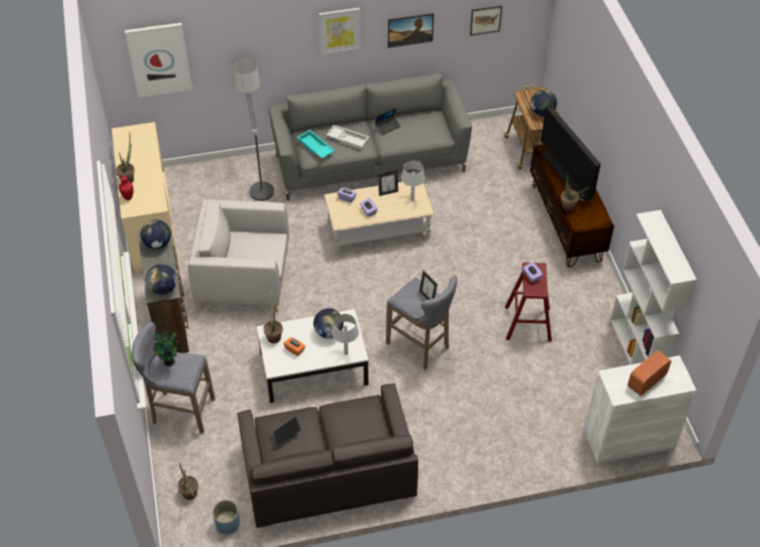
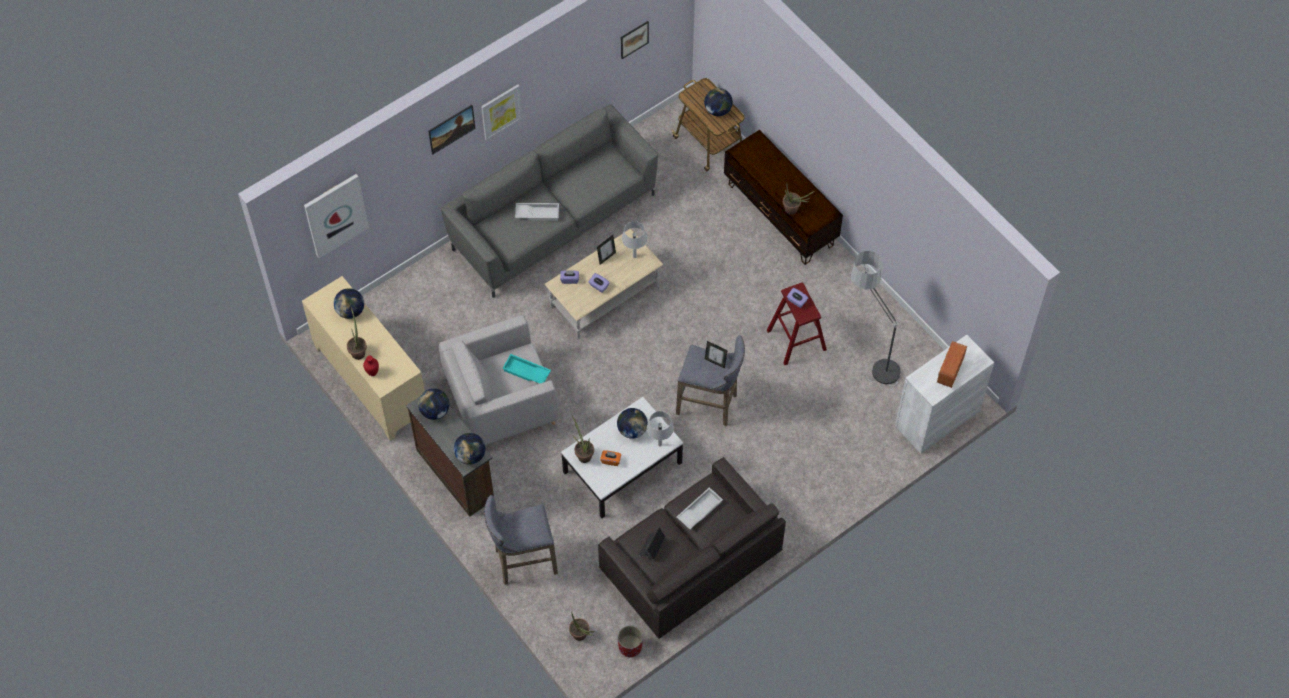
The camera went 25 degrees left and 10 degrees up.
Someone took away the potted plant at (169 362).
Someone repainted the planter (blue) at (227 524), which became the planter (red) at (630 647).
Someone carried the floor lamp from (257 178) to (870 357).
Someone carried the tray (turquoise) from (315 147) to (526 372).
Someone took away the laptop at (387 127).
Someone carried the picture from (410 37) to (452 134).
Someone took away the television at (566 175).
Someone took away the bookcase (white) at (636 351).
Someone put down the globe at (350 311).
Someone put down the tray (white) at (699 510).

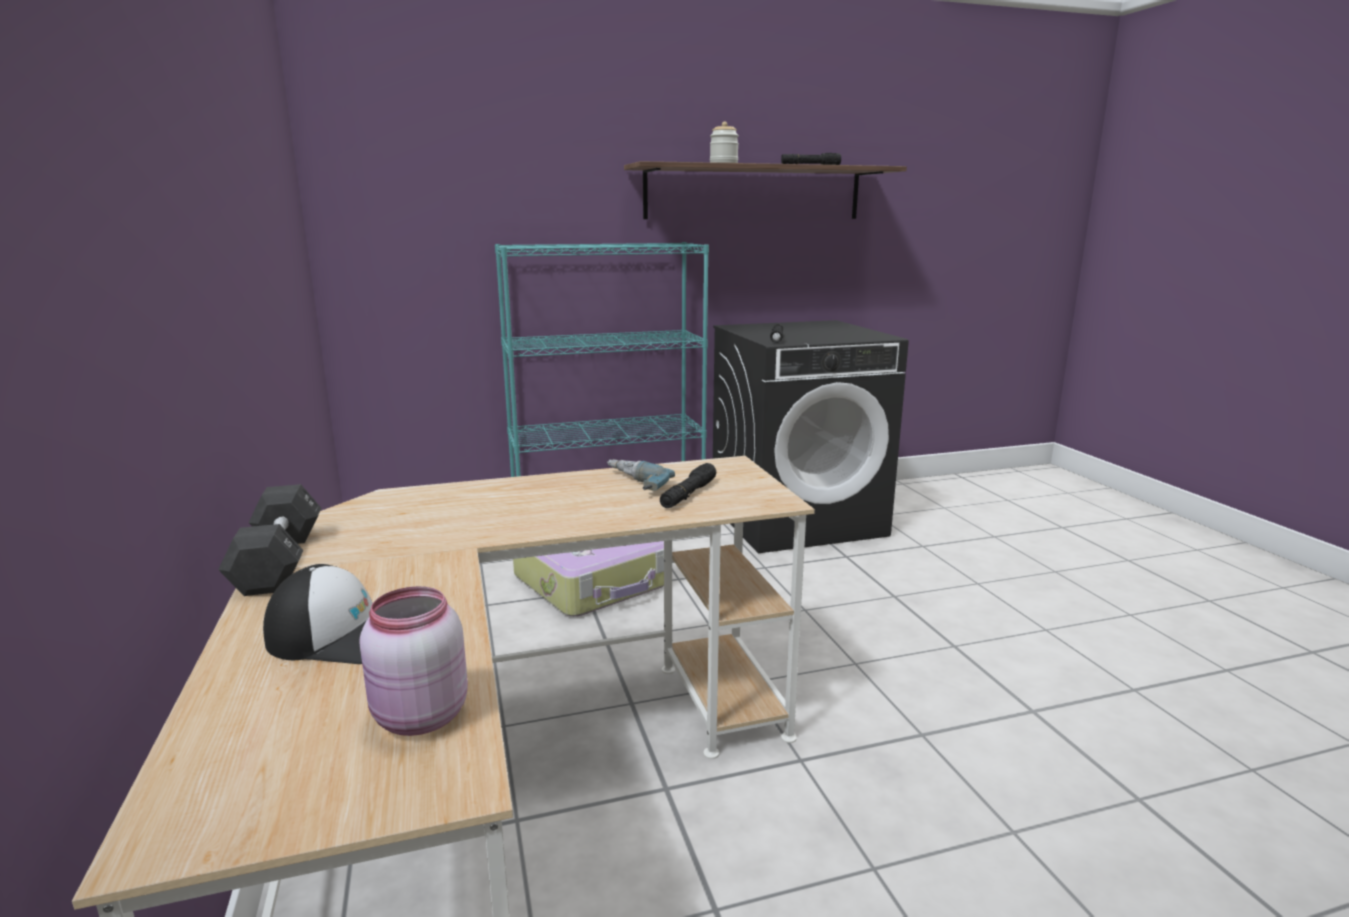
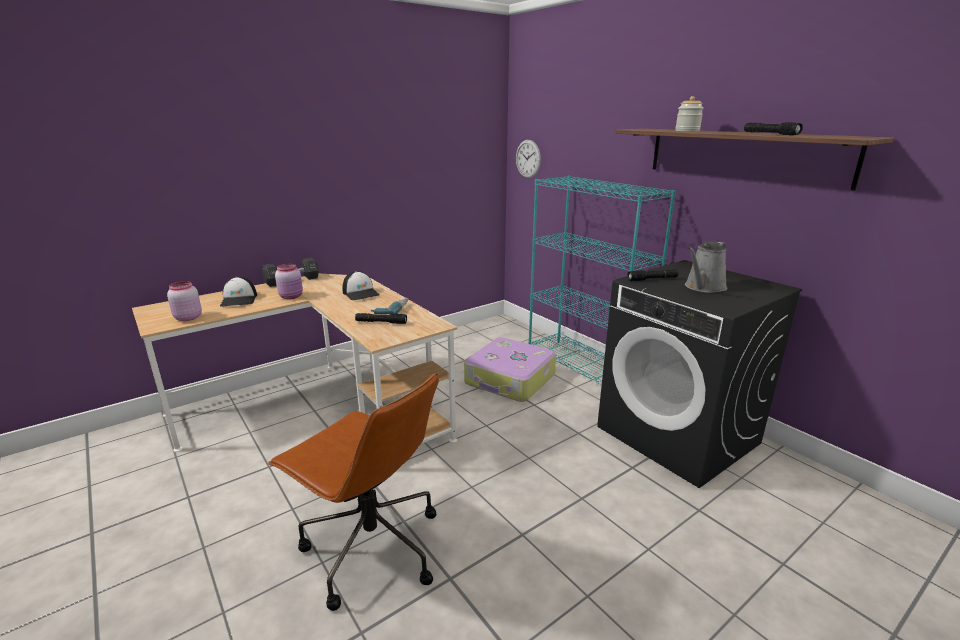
The camera went 70 degrees right and 5 degrees up.
Someone put down the office chair (brown) at (370 548).
Someone put down the jar (pink) at (292 296).
Someone put down the cap at (361 293).
Someone put up the wall clock at (528 159).
Someone put down the watering can (grey) at (703 287).

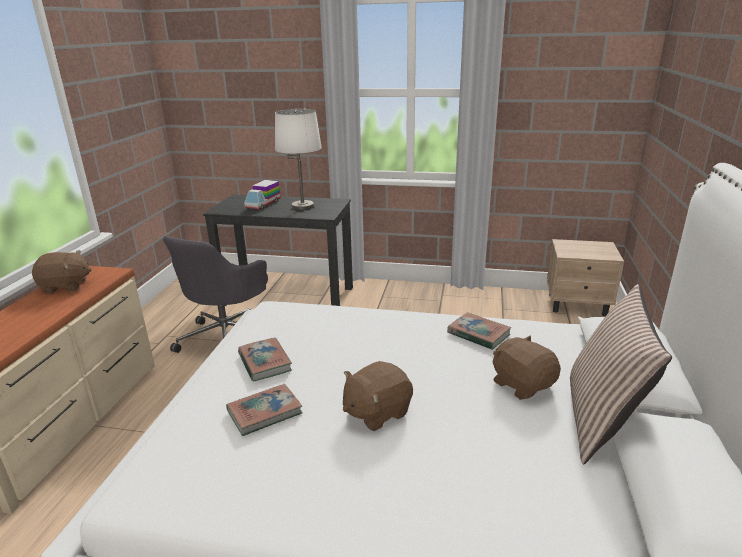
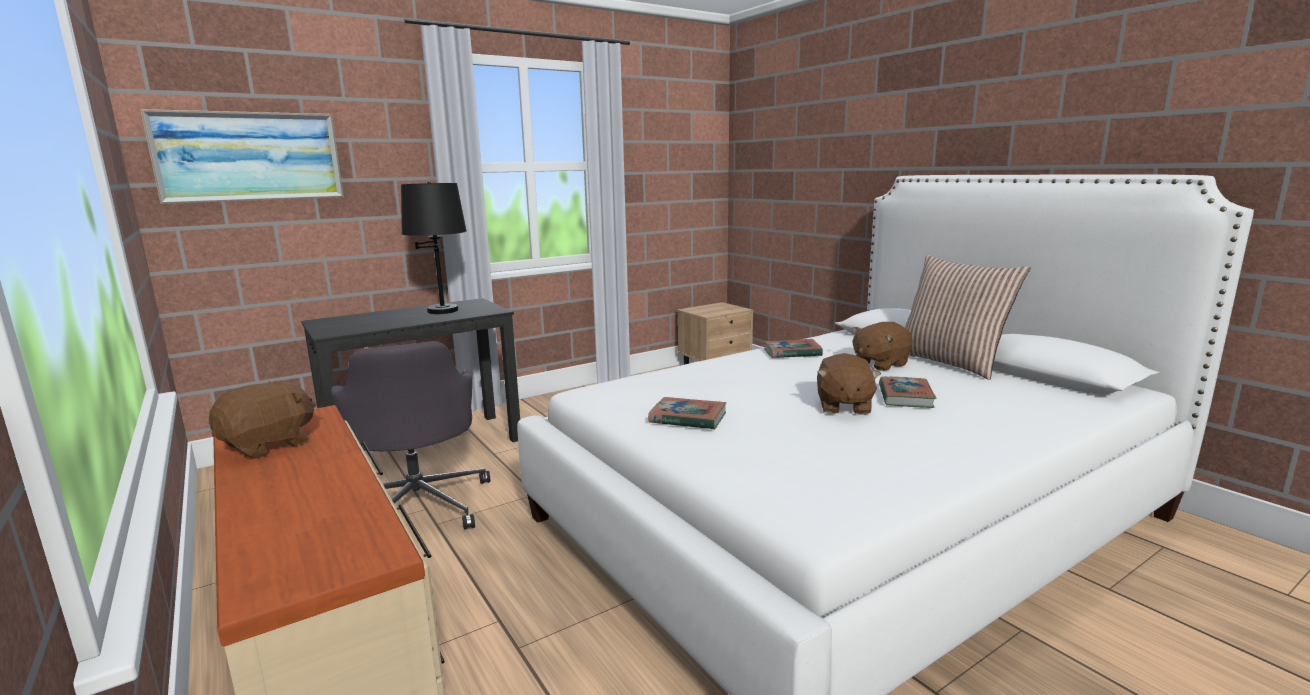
The camera went 45 degrees left and 10 degrees down.
Someone carried the book from (265 412) to (905 396).
Someone took away the toy truck at (263 204).
Someone repainted the table lamp (white) at (303 206), which became the table lamp (black) at (443 310).
Someone rotated the plush toy (brown) at (522 384) by 45 degrees counterclockwise.
Someone put up the picture at (249 157).

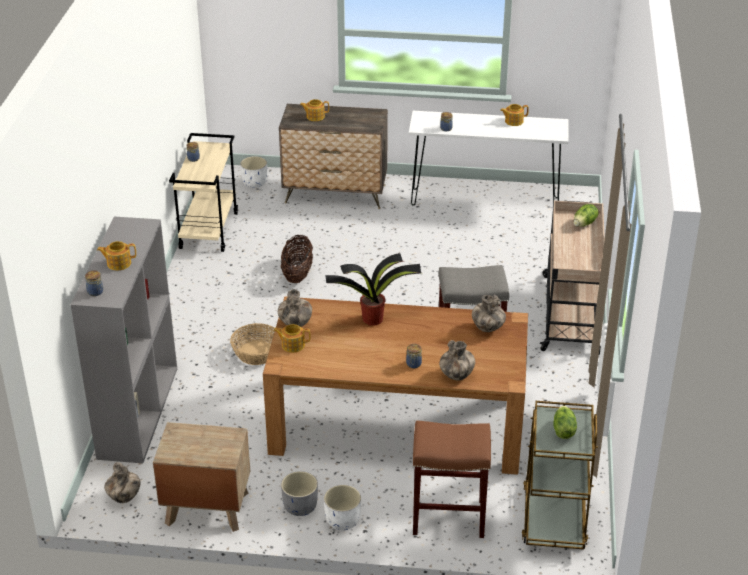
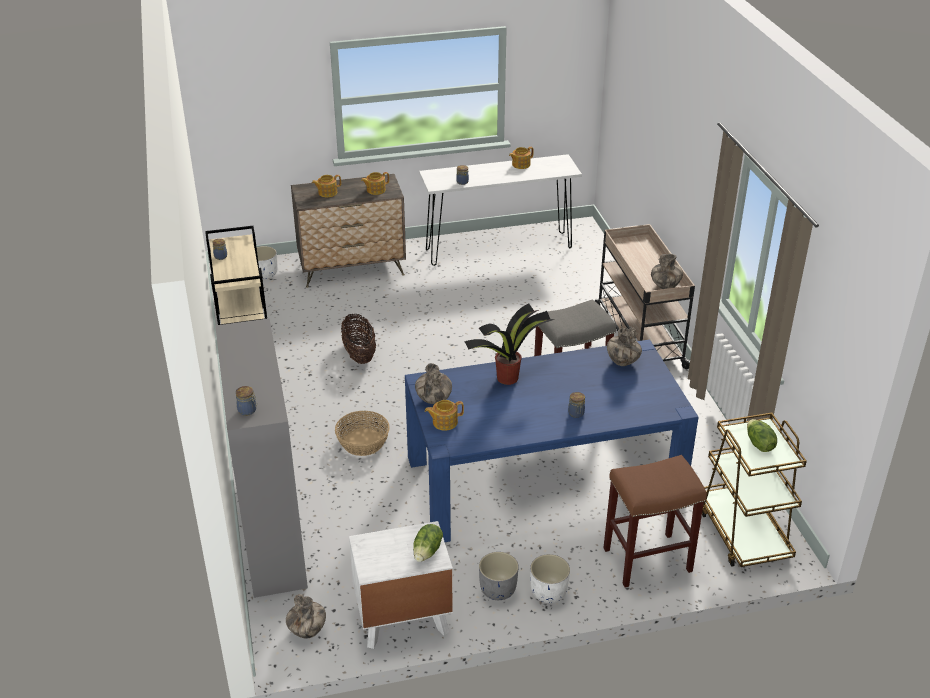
The camera went 20 degrees left and 0 degrees up.
Someone carried the teapot from (118 263) to (375 190).
Someone repainted the nightstand (brown) at (206 508), which became the nightstand (white) at (402 618).
Someone repainted the dining table (brown) at (398 422), which became the dining table (blue) at (543 478).
Someone carried the vase from (457 375) to (665 286).
Someone carried the lettuce from (585 223) to (428 551).

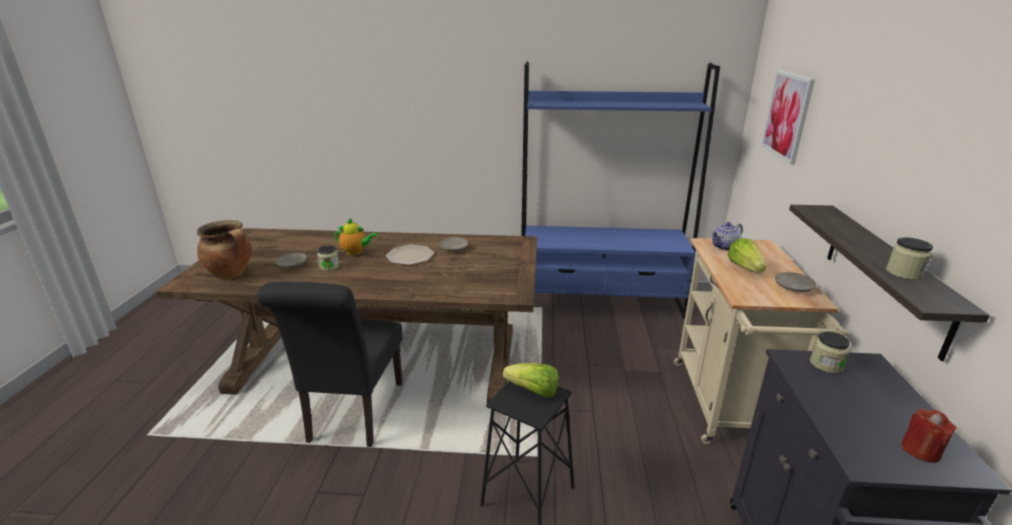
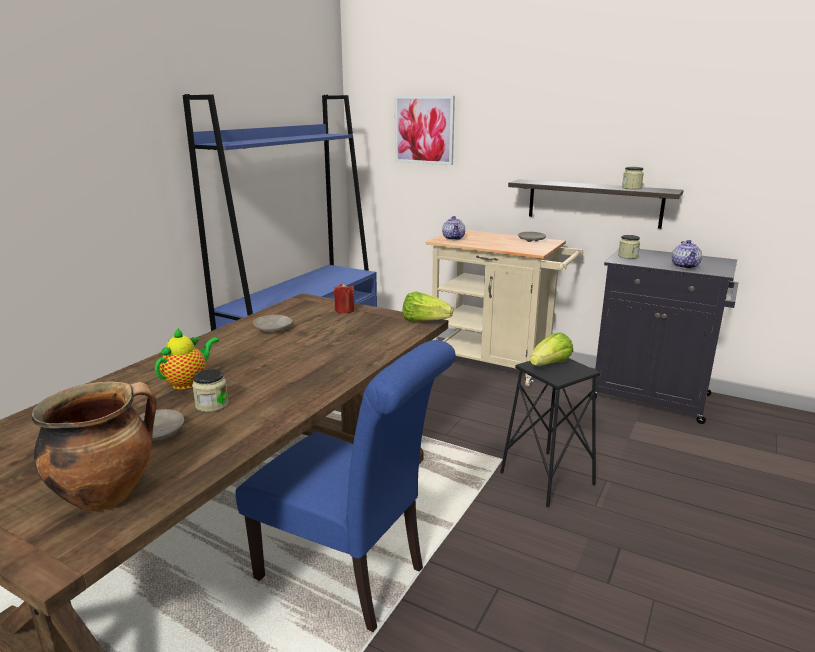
The camera went 65 degrees left and 5 degrees down.
Someone repainted the chair (black) at (353 416), which became the chair (blue) at (350 576).
Someone took away the plate at (409 256).
Someone carried the lettuce from (745 268) to (424 321).
Someone carried the candle (red) from (920 450) to (344 310).
Someone put down the teapot at (685 266).

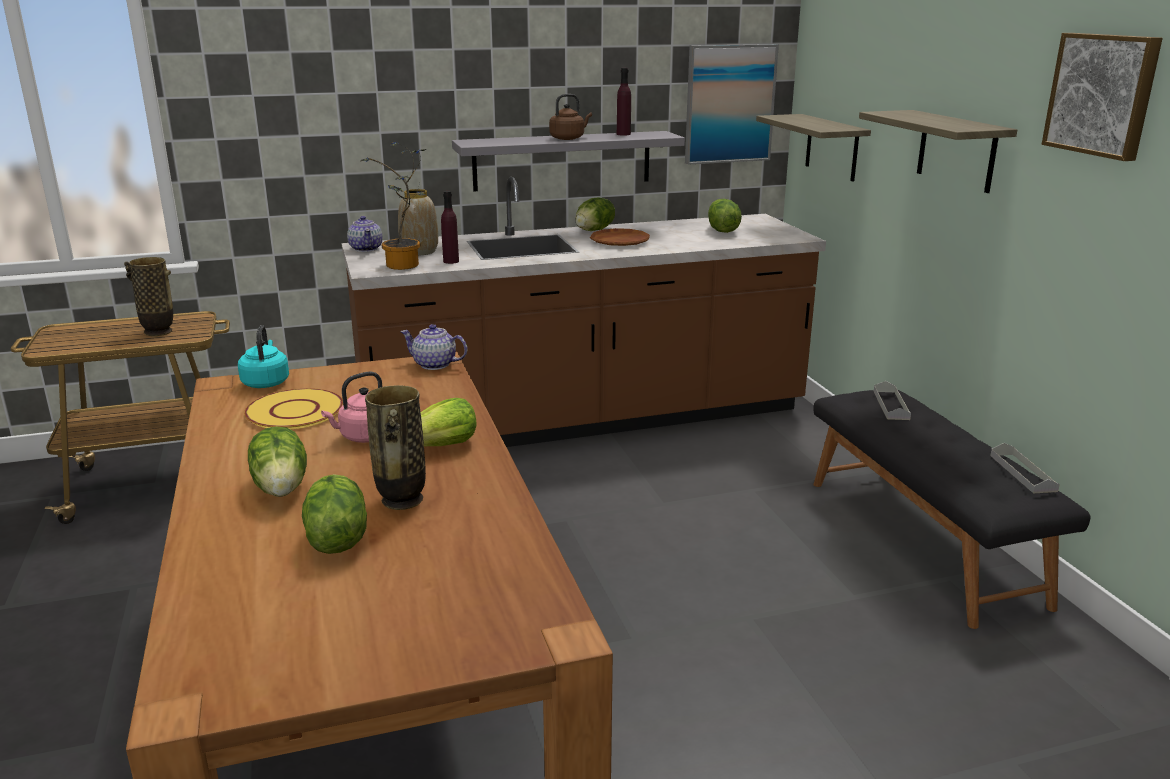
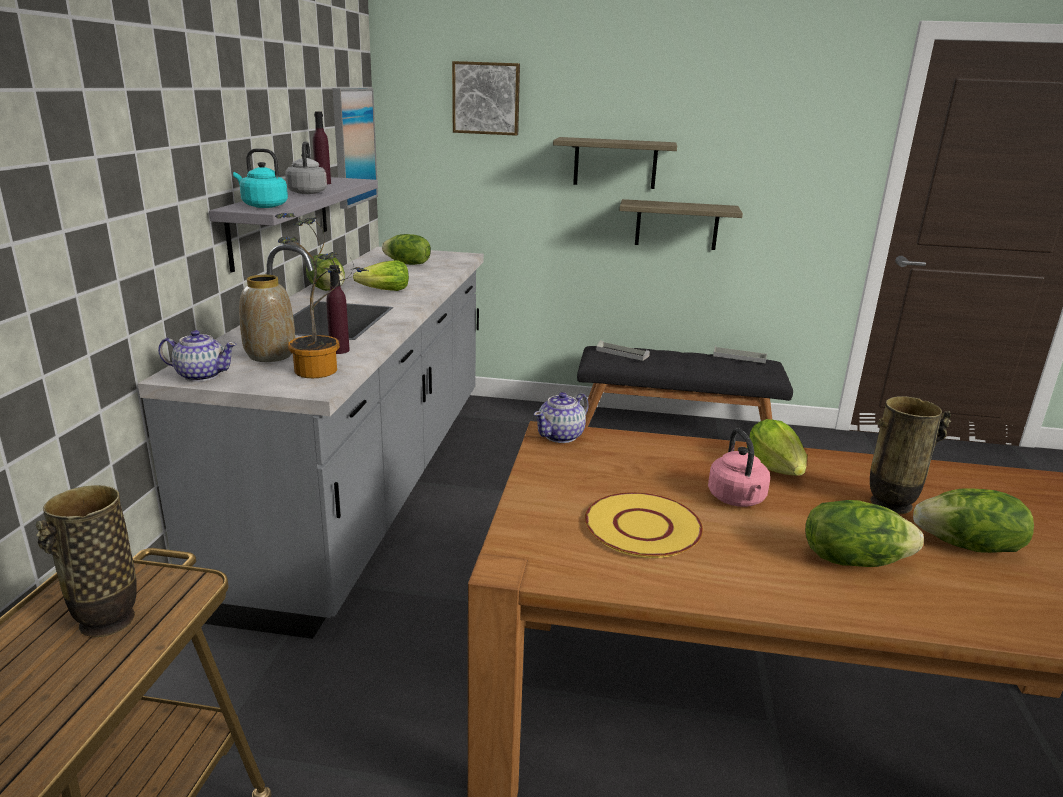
The camera went 65 degrees left and 0 degrees up.
Someone carried the kettle (turquoise) from (266 382) to (262 206).
Someone repainted the counter (brown) at (584 420), which became the counter (grey) at (371 484).
Someone repainted the kettle (brown) at (568 138), which became the kettle (grey) at (307 192).
Someone swapped the plate (brown) at (619 242) for the lettuce at (384 291).
Someone carried the shelf from (832 147) to (676 225).
Someone carried the picture from (1103 94) to (486 98).

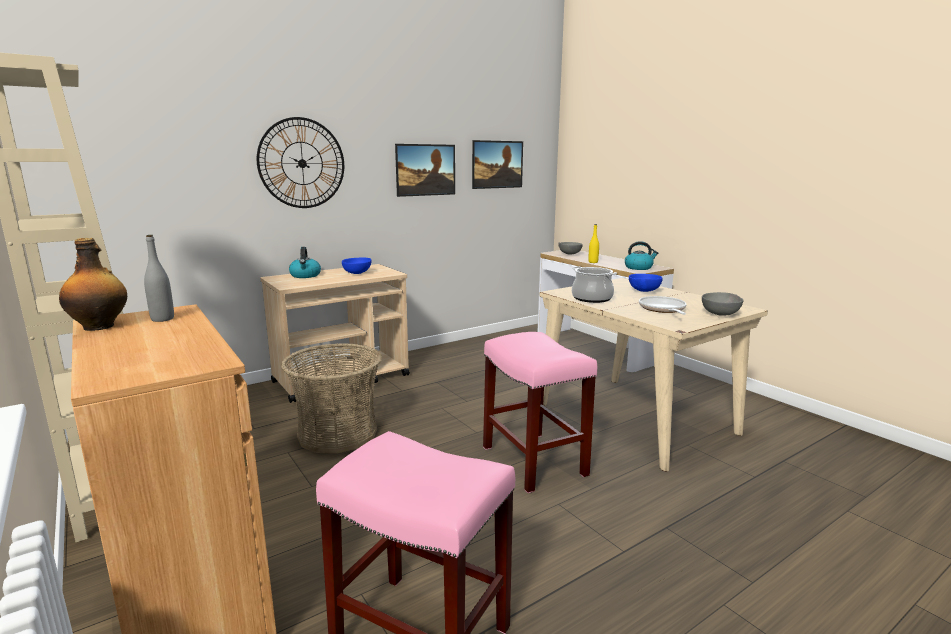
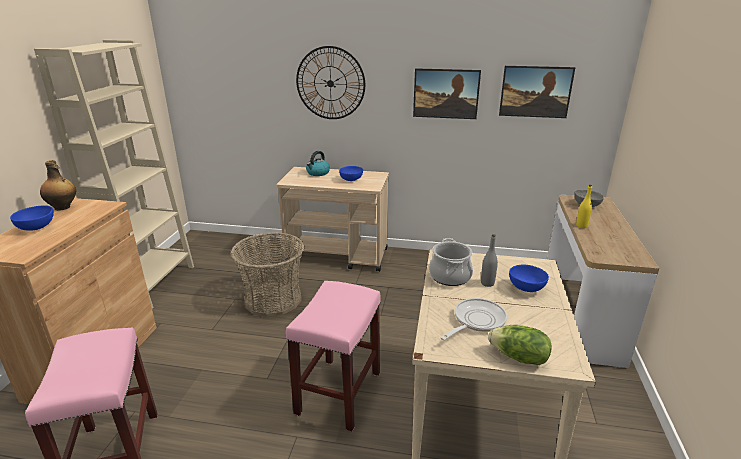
The camera went 45 degrees right and 10 degrees up.
Someone carried the bottle (grey) from (162 319) to (487 283).
Someone took away the kettle at (639 268).
Someone swapped the bowl (grey) at (721 314) for the lettuce at (519 358).
Someone put down the bowl (blue) at (38 228).

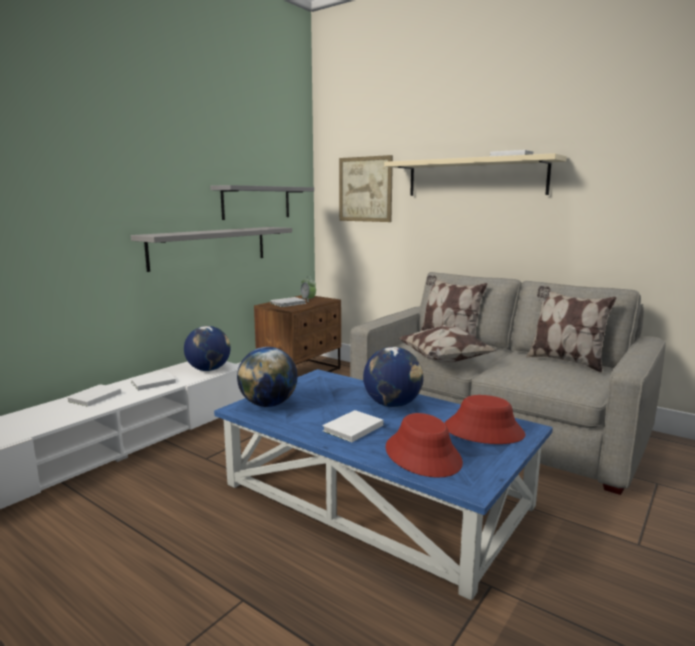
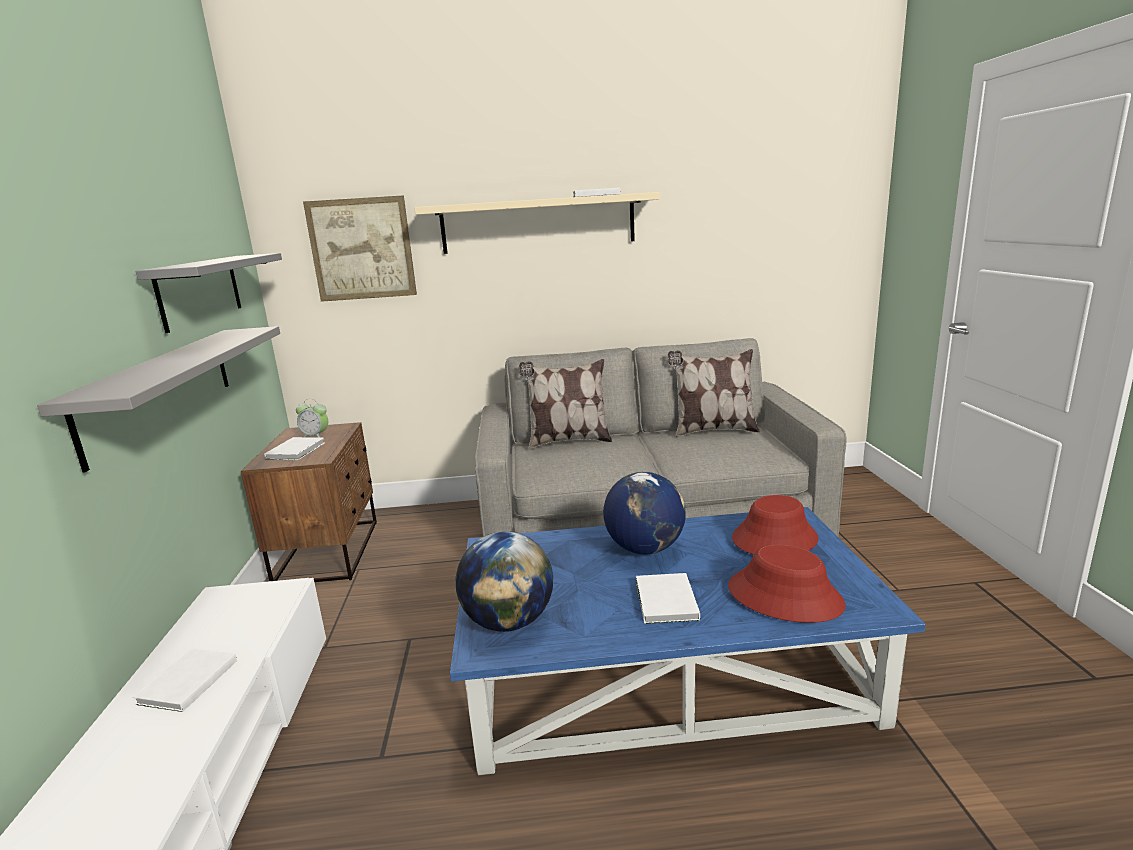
The camera went 40 degrees left and 5 degrees up.
Someone took away the book (white) at (93 397).
Someone took away the globe at (208 369).
Someone took away the pillow at (444 361).

